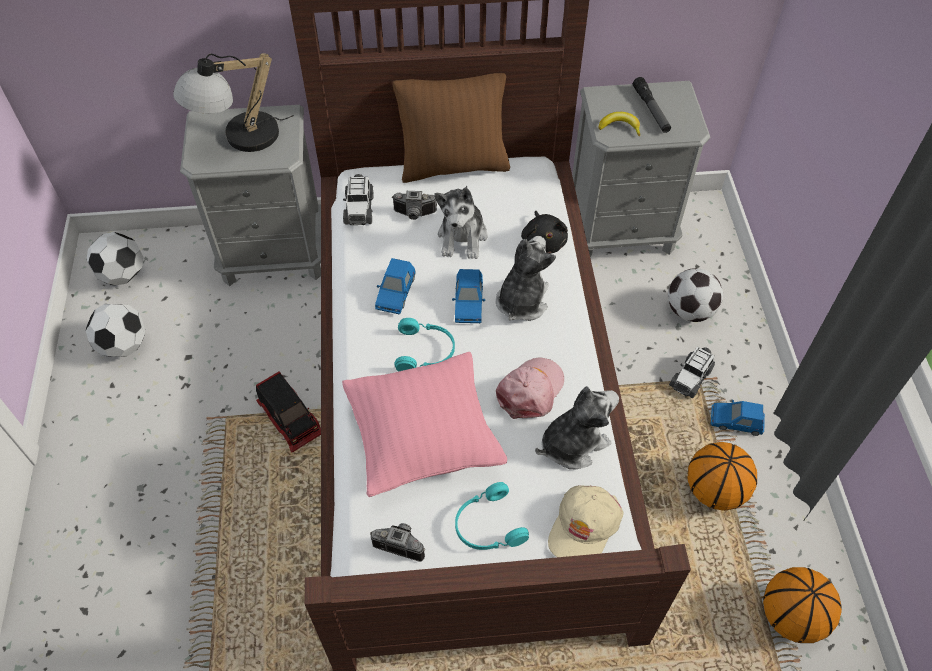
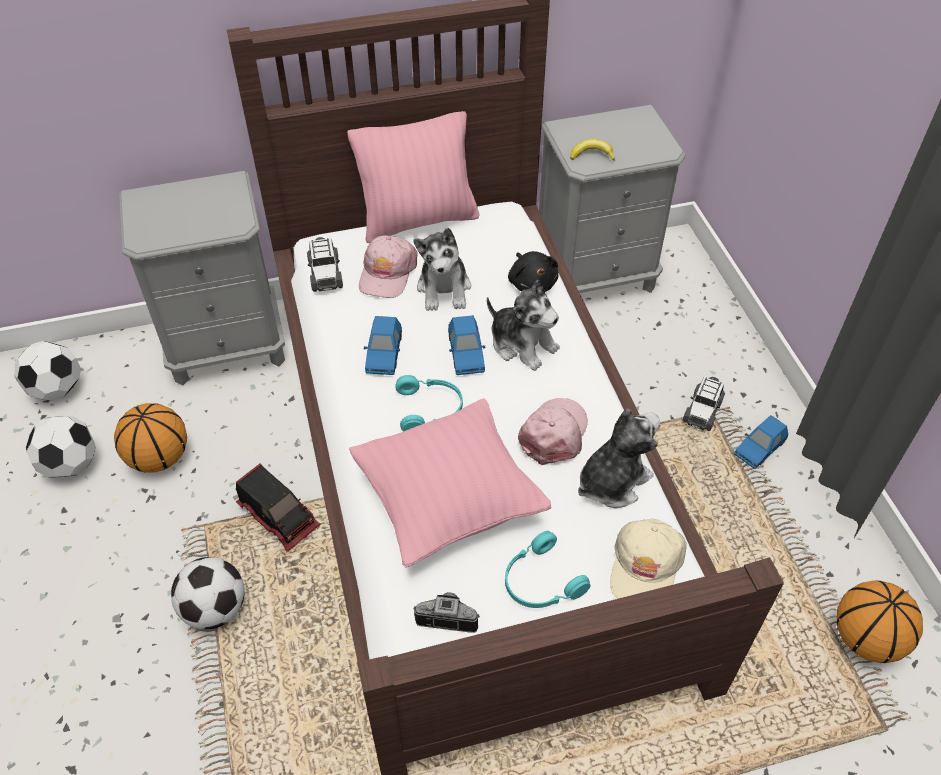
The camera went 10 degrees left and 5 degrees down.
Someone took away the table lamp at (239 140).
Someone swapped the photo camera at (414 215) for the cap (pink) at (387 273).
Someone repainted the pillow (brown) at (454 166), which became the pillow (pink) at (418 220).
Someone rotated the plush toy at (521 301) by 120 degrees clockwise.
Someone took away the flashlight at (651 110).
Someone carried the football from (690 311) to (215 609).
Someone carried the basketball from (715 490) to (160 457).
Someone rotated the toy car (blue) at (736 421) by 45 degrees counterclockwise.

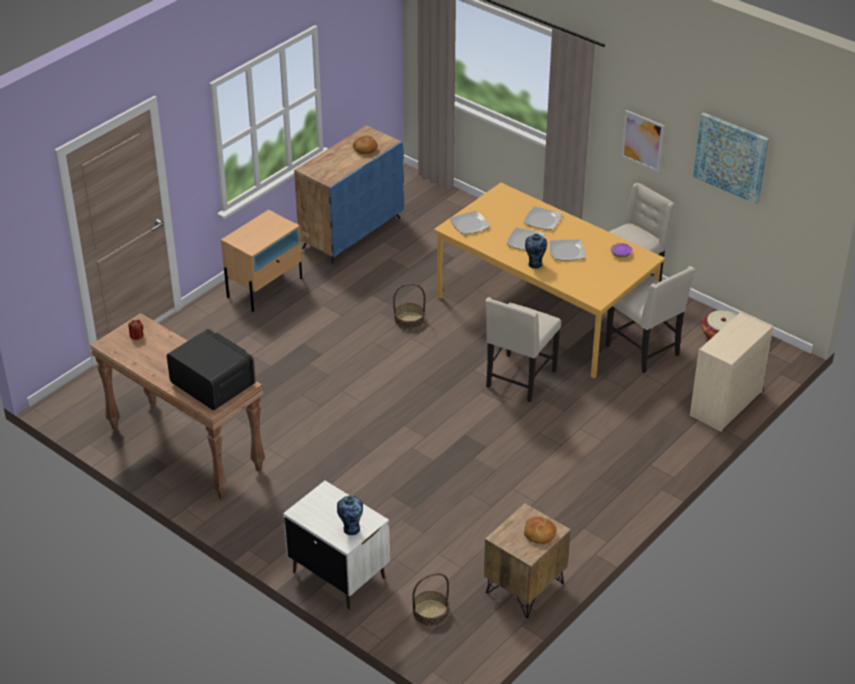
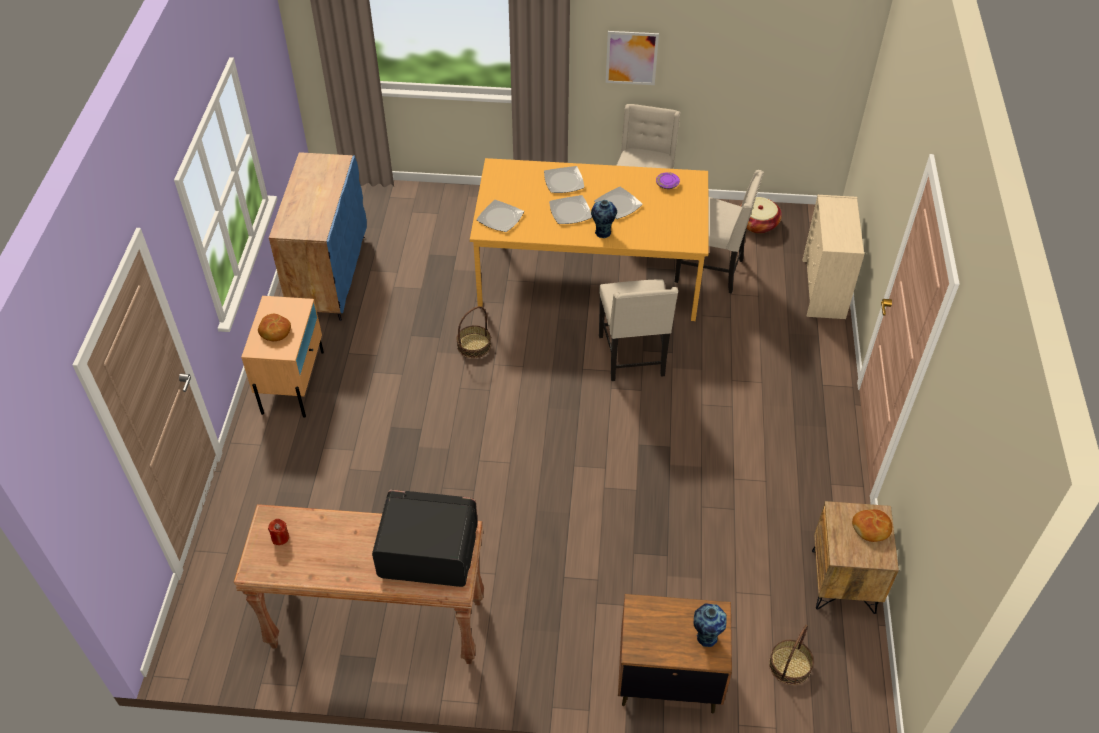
The camera went 35 degrees left and 10 degrees up.
Someone repainted the nightstand (white) at (338 574), which became the nightstand (brown) at (667 678).
Someone carried the bread from (365 148) to (275 331).
Someone took away the picture at (731 157).

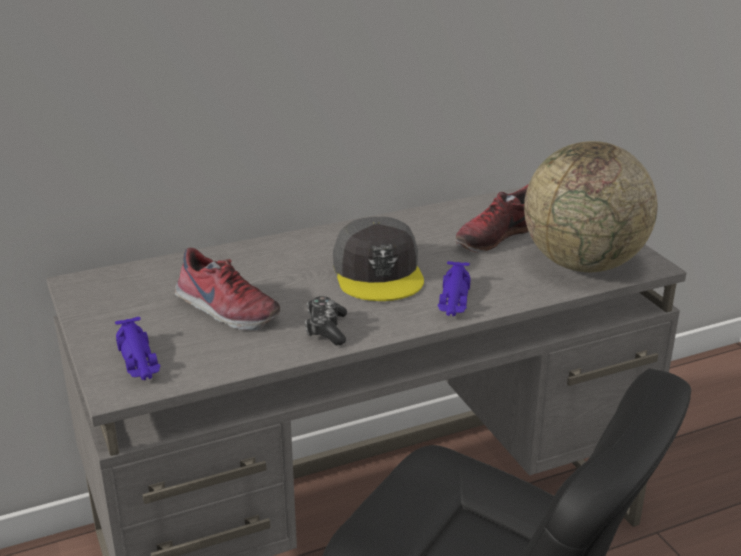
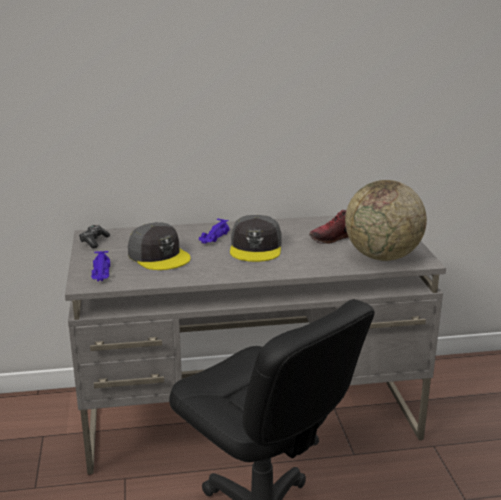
The camera went 15 degrees right and 5 degrees down.
Someone swapped the shoe at (224 310) for the cap (grey) at (159 256).
Someone carried the game controller from (326 329) to (94 241).
Someone carried the toy car (purple) from (454 300) to (213 238).

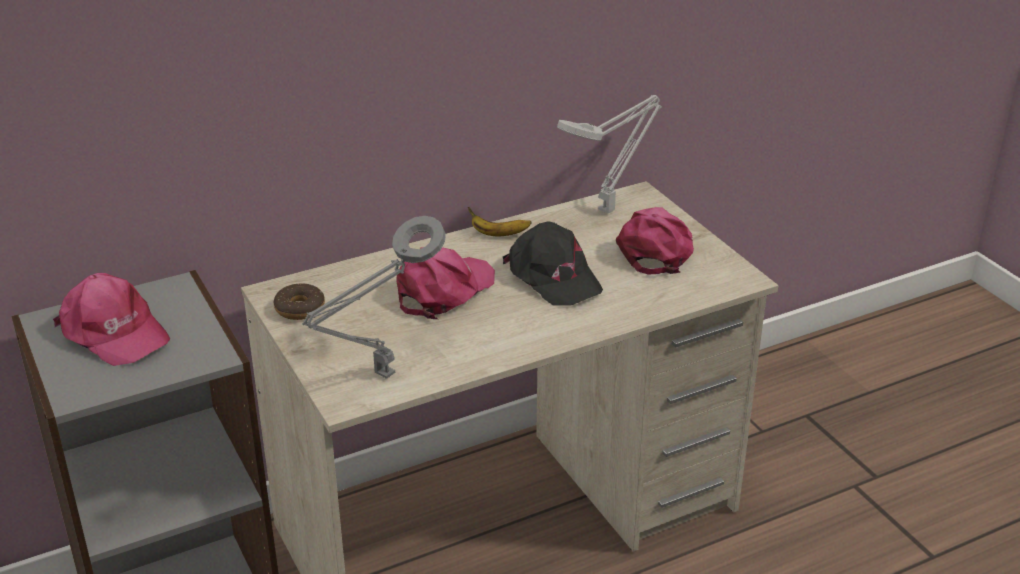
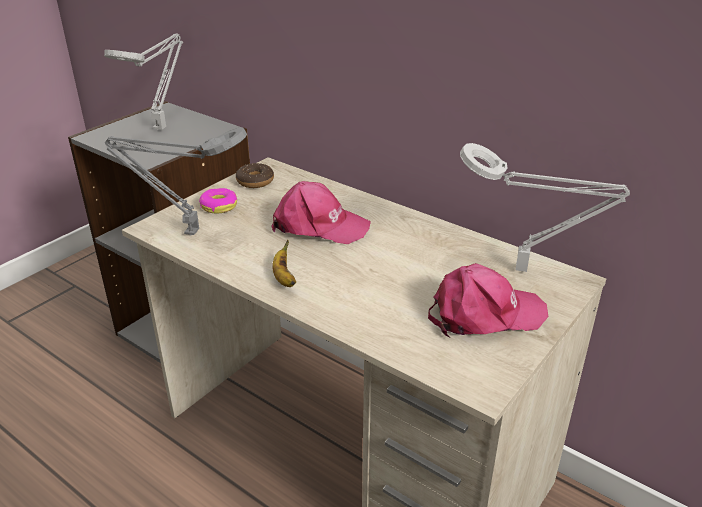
The camera went 65 degrees right and 0 degrees up.
Someone swapped the cap (pink) at (113 333) for the table lamp (grey) at (161 127).
Someone carried the banana from (498 234) to (284 277).
Someone took away the cap (black) at (552 276).
Someone put down the donut at (219 206).

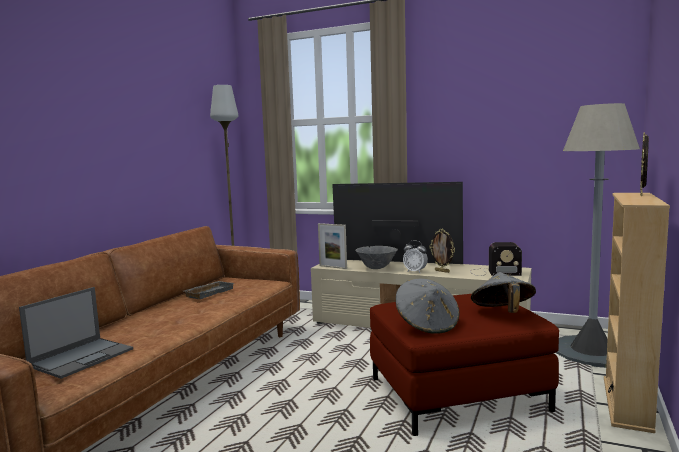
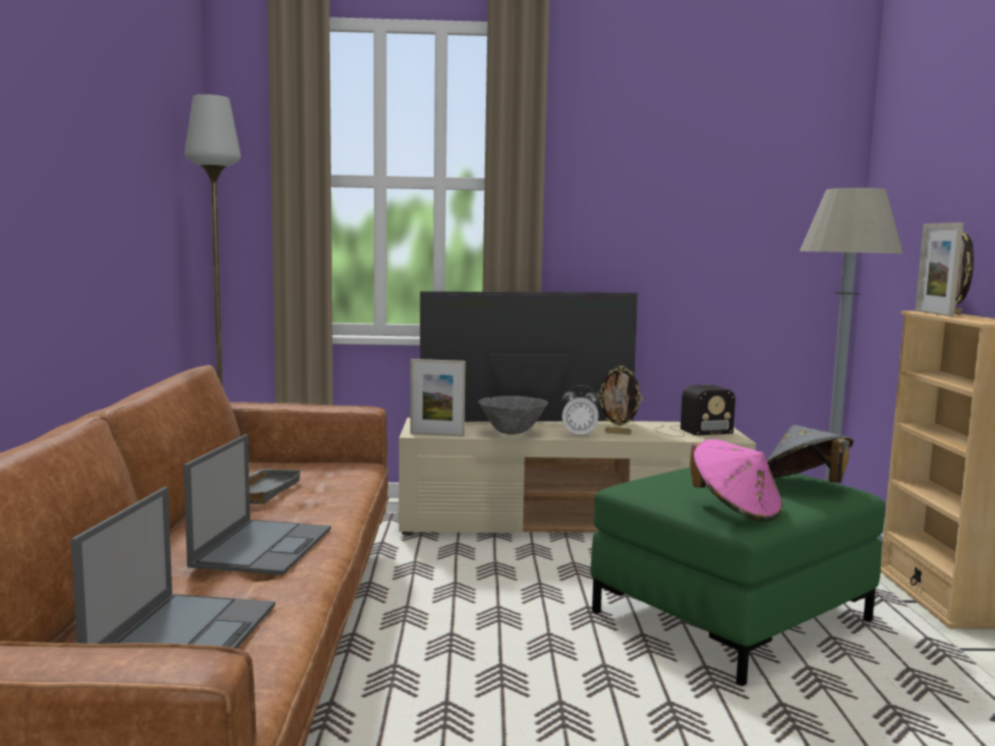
The camera went 25 degrees left and 0 degrees up.
Someone repainted the ottoman (red) at (456 396), which became the ottoman (green) at (731 618).
Someone repainted the hat (grey) at (427 325), which became the hat (pink) at (735 510).
Someone put down the laptop at (263 546).
Someone put down the picture frame at (933 313).

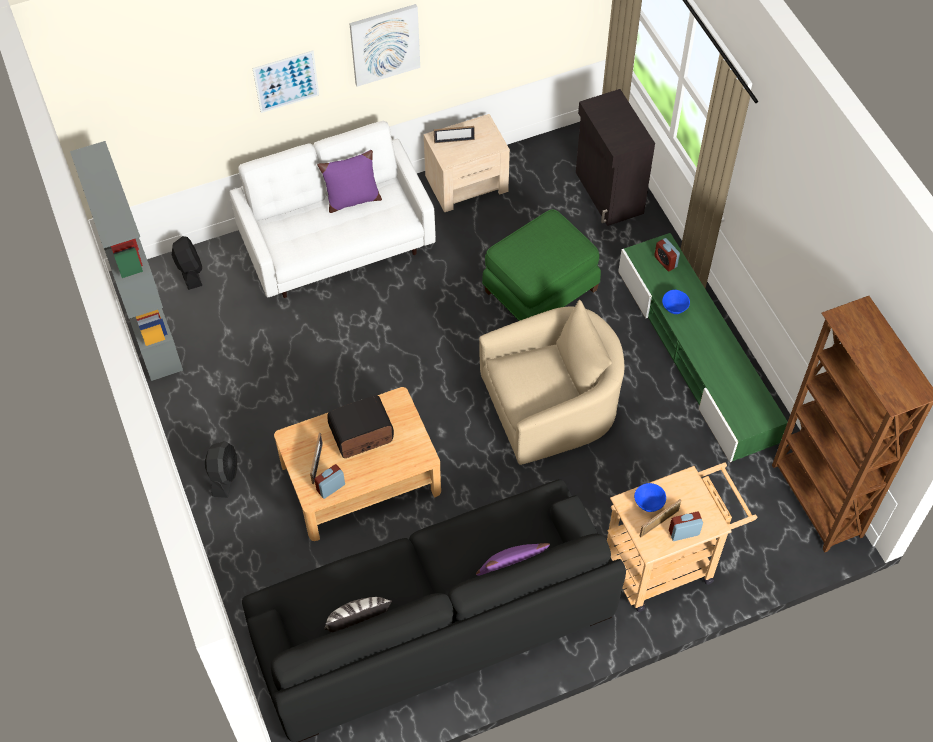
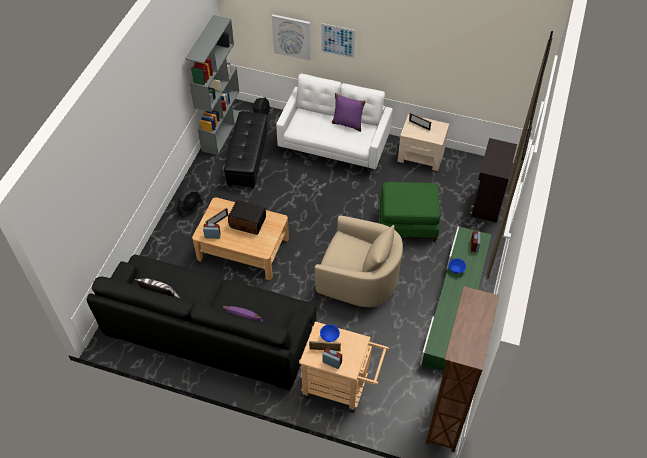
The camera went 40 degrees right and 5 degrees down.
Someone carried the picture from (385 44) to (292 37).
Someone put down the ottoman (black) at (248 159).

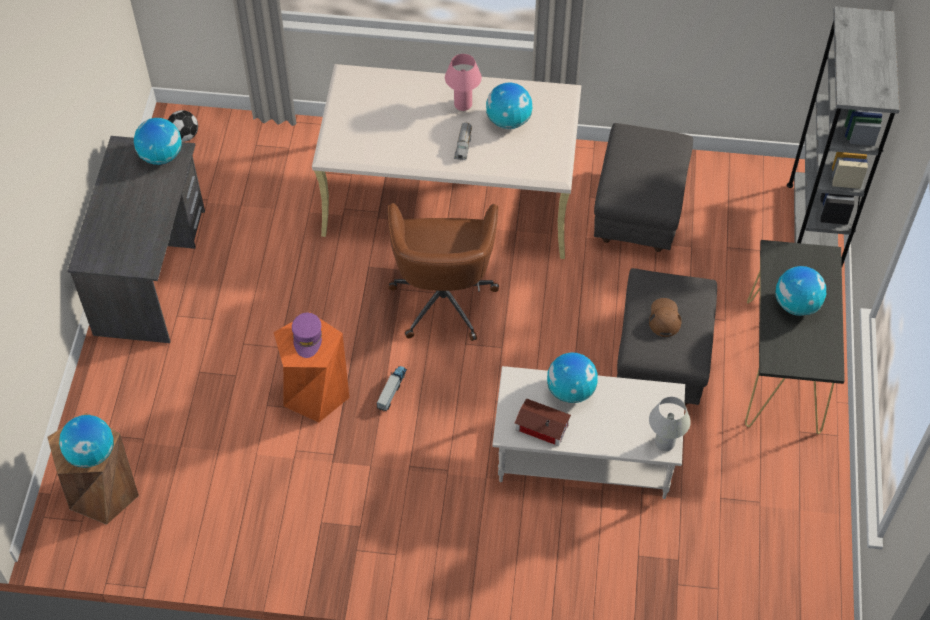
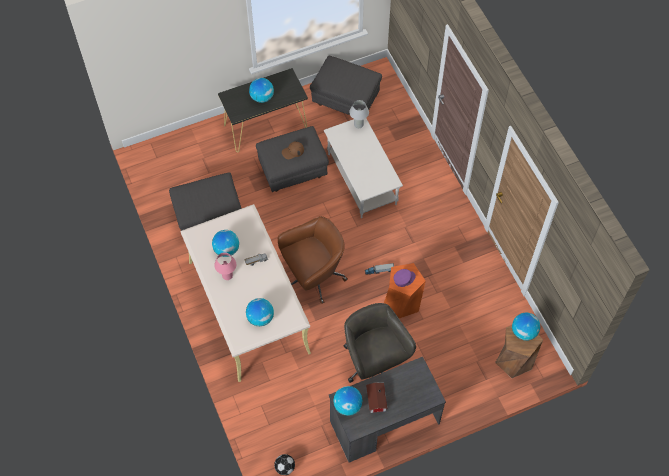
The camera went 120 degrees left and 5 degrees up.
Someone carried the toy house from (541 425) to (375 400).
Someone carried the globe from (571 390) to (260 317).
Someone took away the bookcase (grey) at (812 230).
Someone put down the ottoman (grey) at (346 101).
Someone put down the office chair (grey) at (374 363).

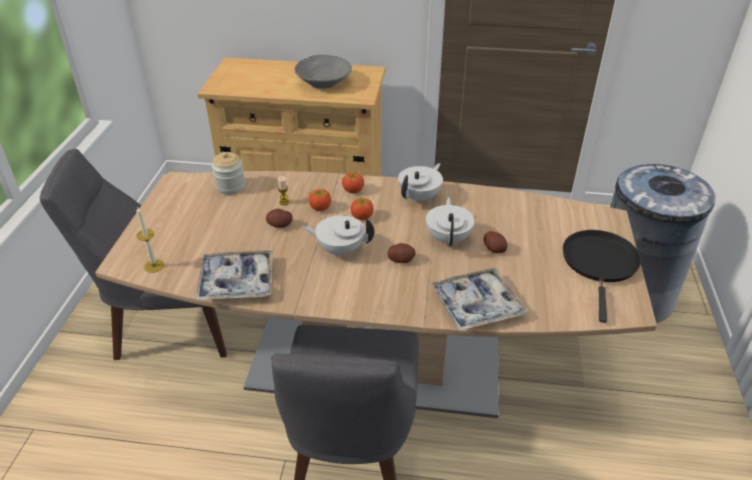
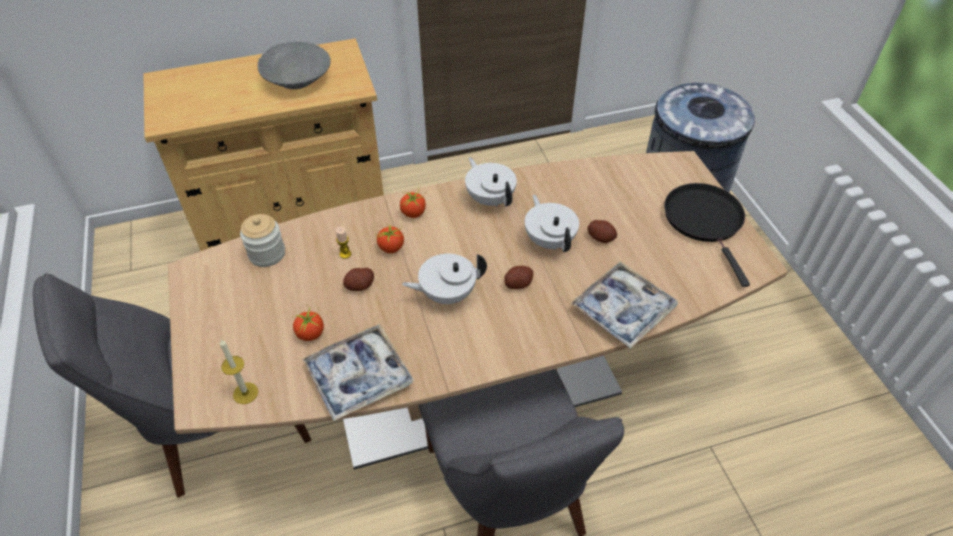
The camera went 25 degrees left and 10 degrees up.
Someone carried the tomato from (362 216) to (310 333).
Someone rotated the teapot (white) at (420 197) by 45 degrees counterclockwise.

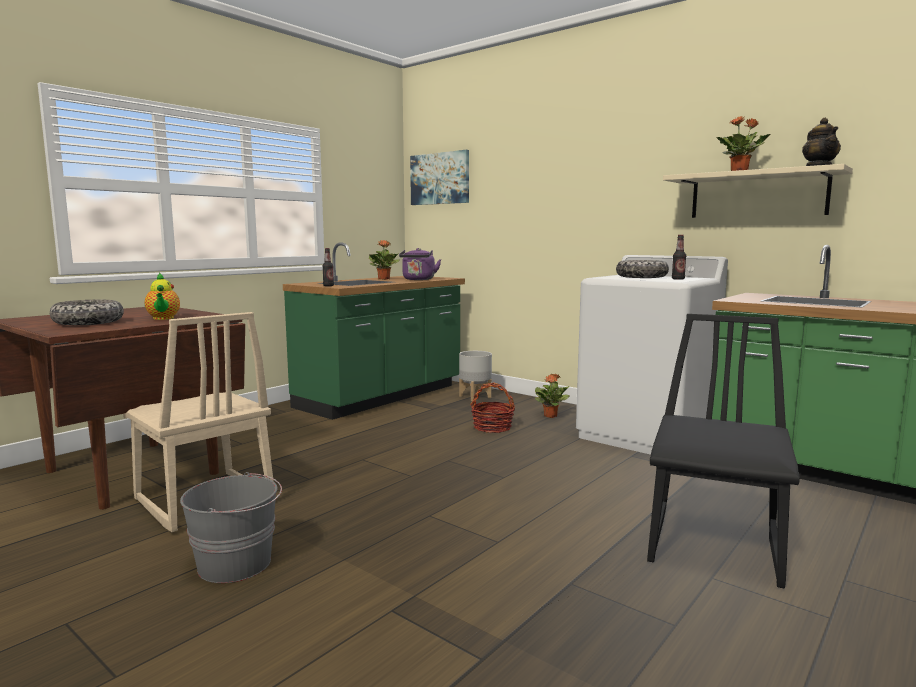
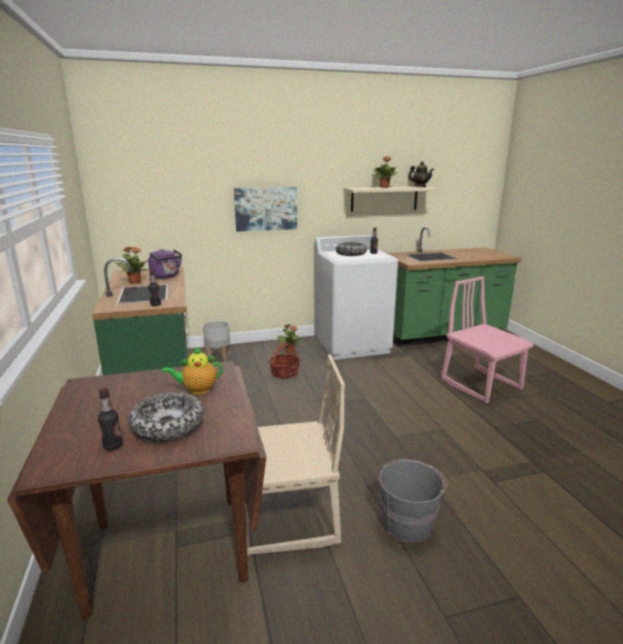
The camera went 55 degrees left and 10 degrees up.
Someone rotated the teapot at (163 318) by 150 degrees clockwise.
Someone carried the picture from (440 178) to (266 209).
Someone repainted the chair (black) at (716 545), which became the chair (pink) at (481 384).
Someone put down the bottle at (113 446).

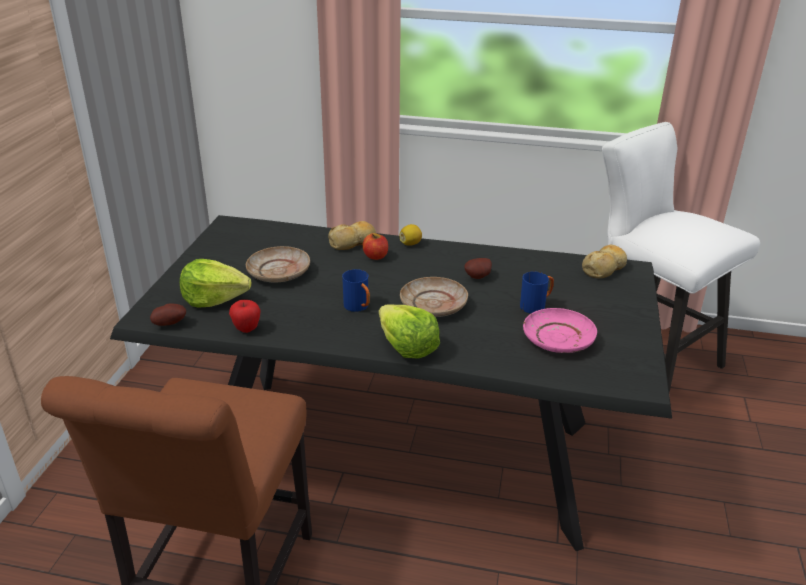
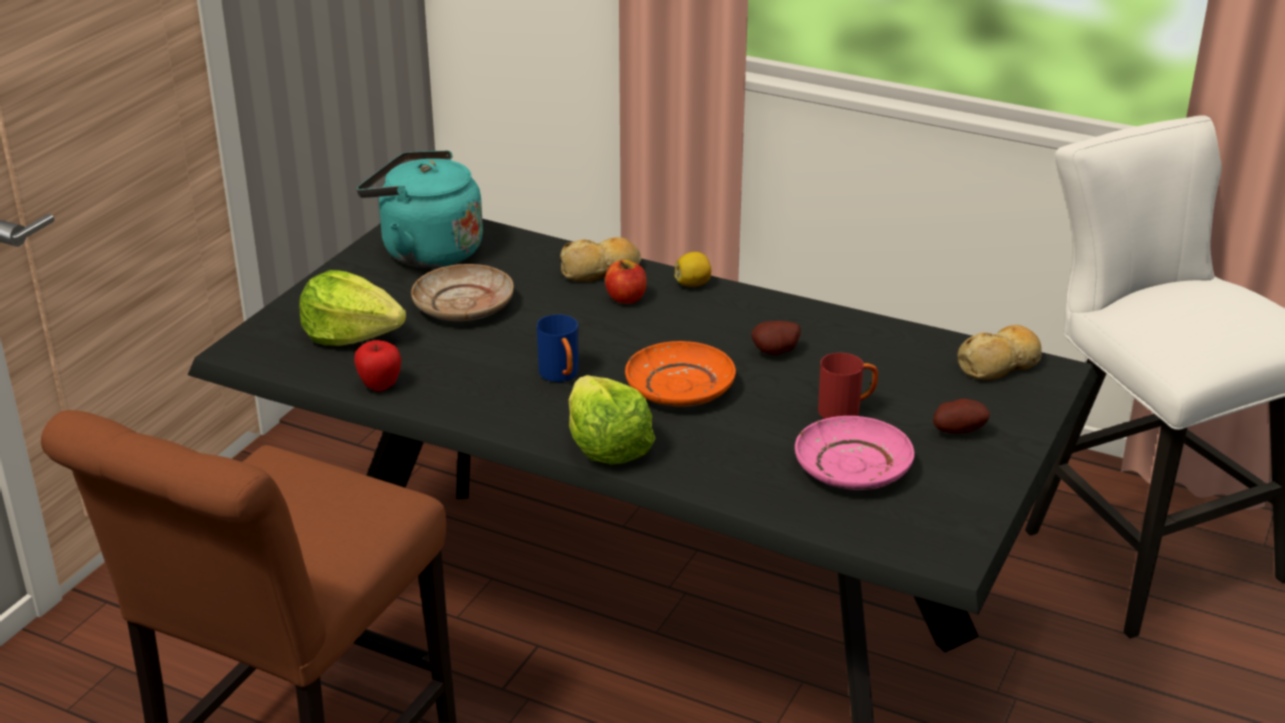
The camera went 15 degrees right and 0 degrees up.
Someone carried the potato from (170 323) to (958 431).
Someone repainted the plate (beige) at (433 305), which became the plate (orange) at (680 388).
Someone repainted the mug (blue) at (536 306), which became the mug (red) at (846 411).
Someone put down the kettle (turquoise) at (426 251).

